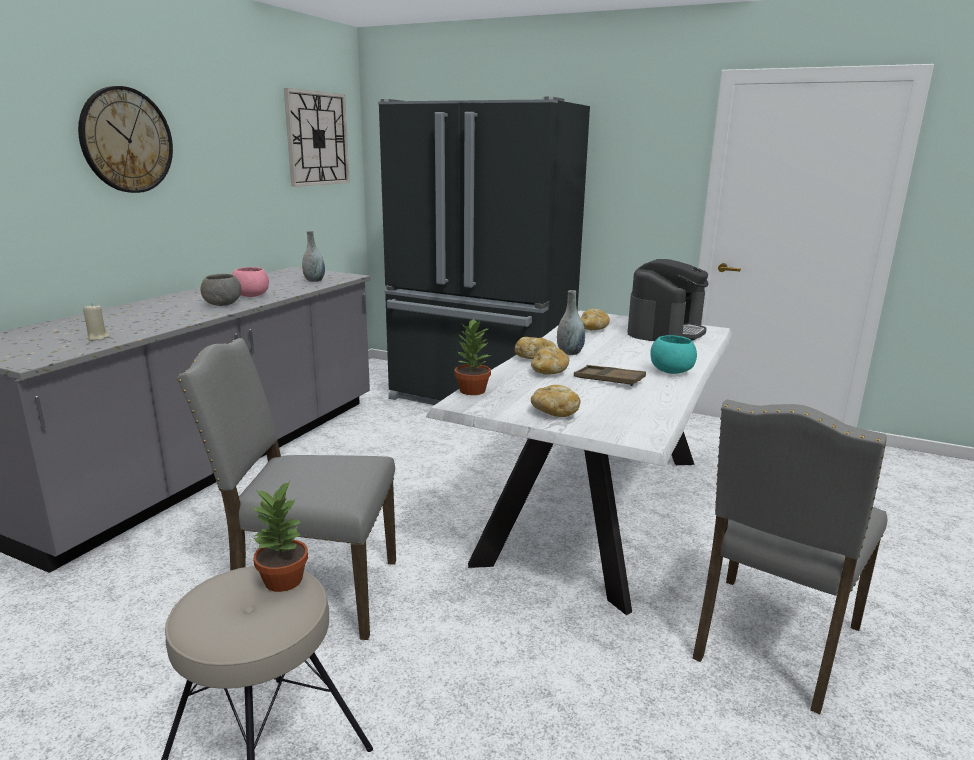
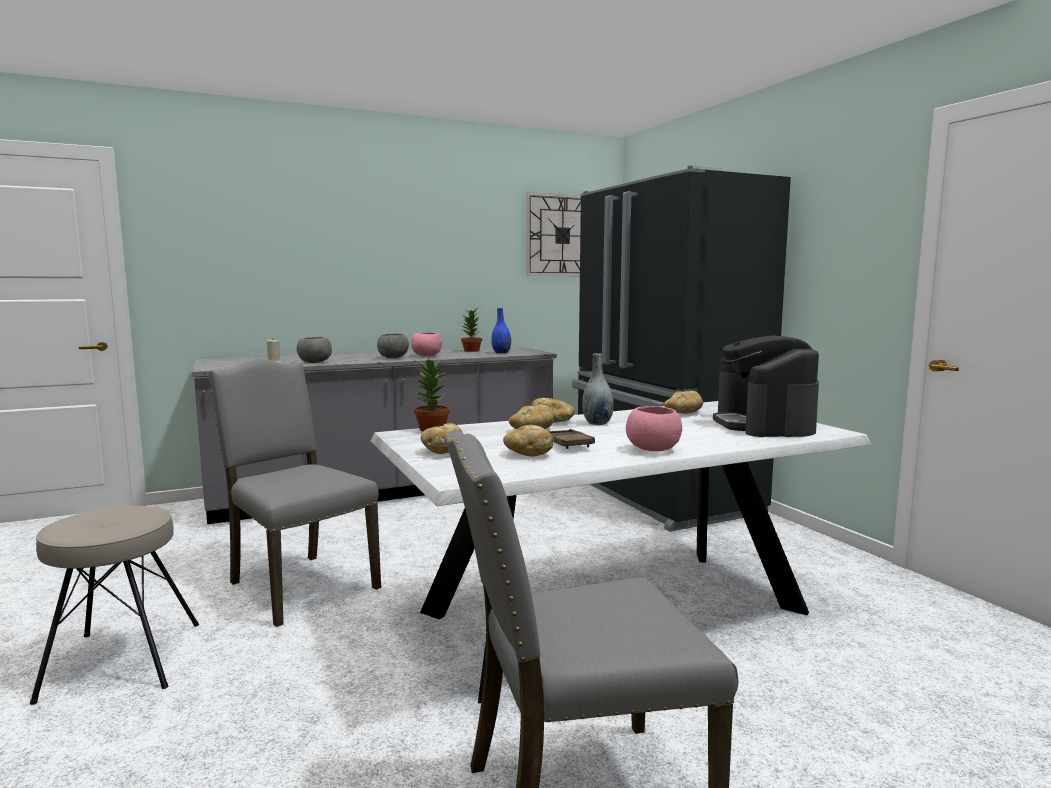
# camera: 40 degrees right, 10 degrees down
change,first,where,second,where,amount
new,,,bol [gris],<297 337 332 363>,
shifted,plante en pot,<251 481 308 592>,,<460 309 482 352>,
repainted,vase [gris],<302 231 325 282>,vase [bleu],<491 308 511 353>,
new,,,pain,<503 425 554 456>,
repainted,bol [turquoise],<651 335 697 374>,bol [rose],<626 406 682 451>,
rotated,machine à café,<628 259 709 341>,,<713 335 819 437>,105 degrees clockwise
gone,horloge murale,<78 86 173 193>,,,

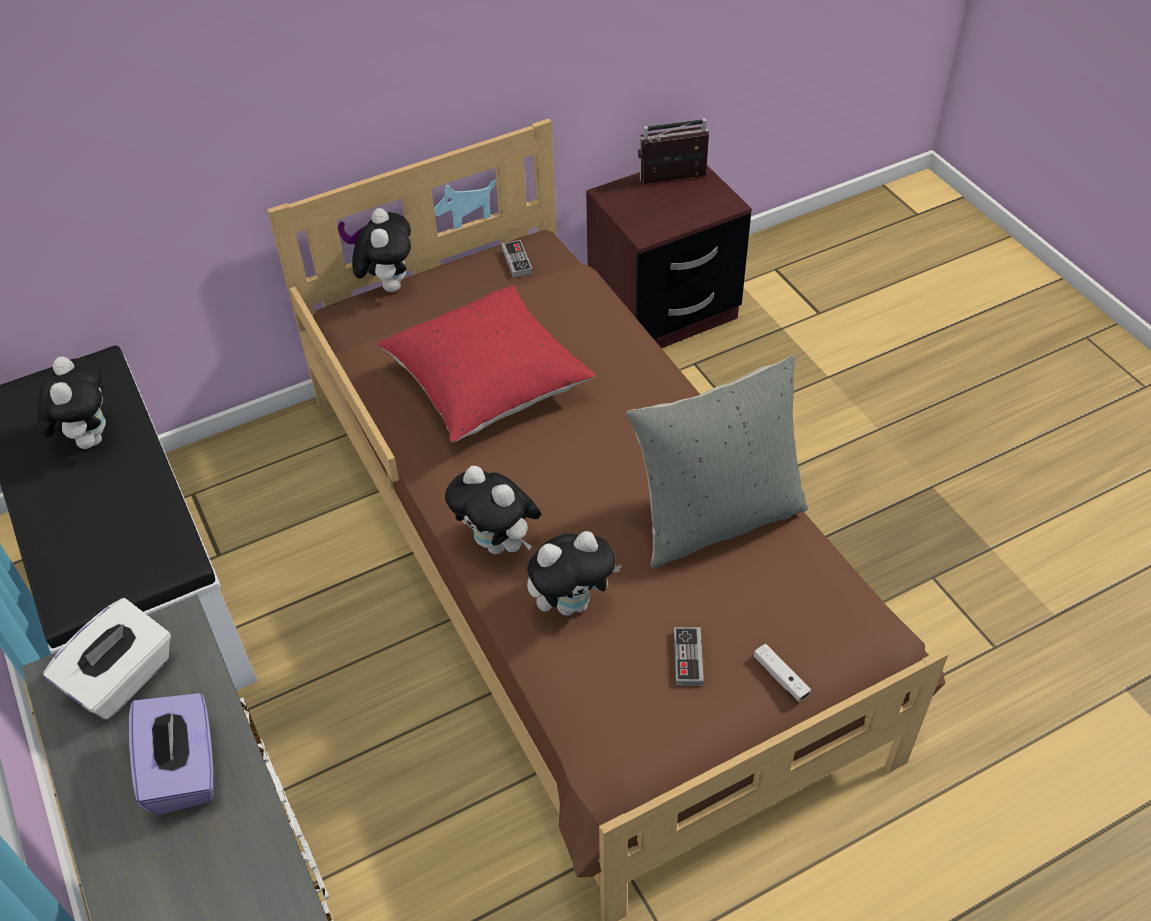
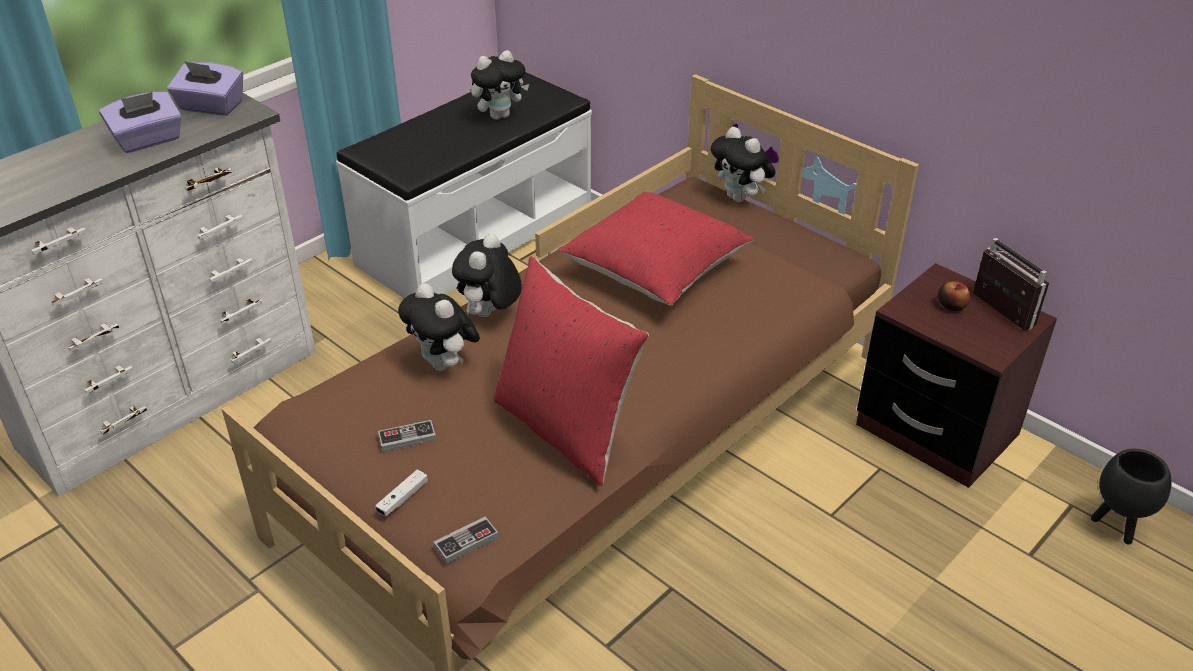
# camera: 70 degrees right, 10 degrees down
change,first,where,second,where,amount
repainted,boîte à mouchoirs [blanc],<43 598 171 719>,boîte à mouchoirs [violet],<167 61 243 116>,
shifted,manette,<501 240 533 278>,,<433 516 499 564>,
repainted,coussin [gris],<626 355 808 568>,coussin [rouge],<493 256 649 486>,
rotated,peluche,<352 208 411 292>,,<711 127 775 202>,75 degrees clockwise
new,,,pomme,<938 281 970 311>,
new,,,cache-pot [noir],<1091 449 1171 545>,

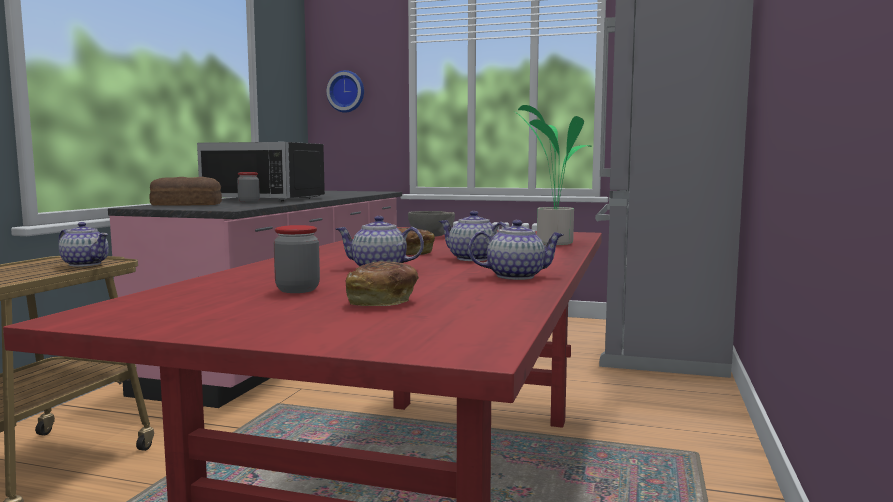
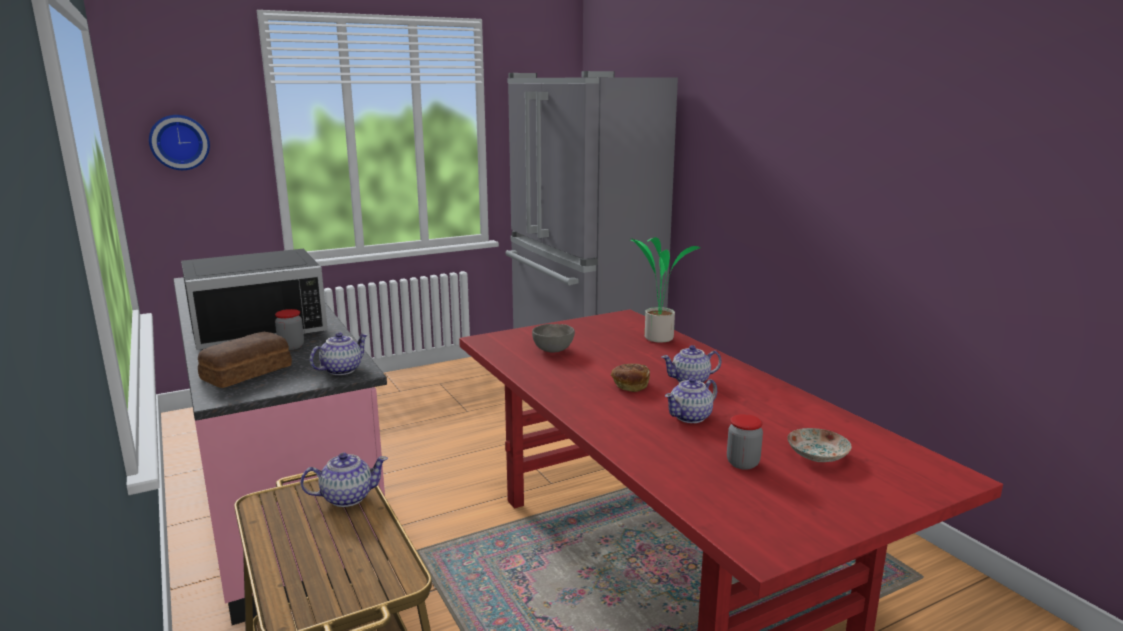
# camera: 45 degrees left, 10 degrees up
change,first,where,second,where,amount
shifted,théière,<468 220 564 280>,,<310 332 368 375>,
swapped,pain,<346 261 419 306>,assiette,<787 428 852 462>,

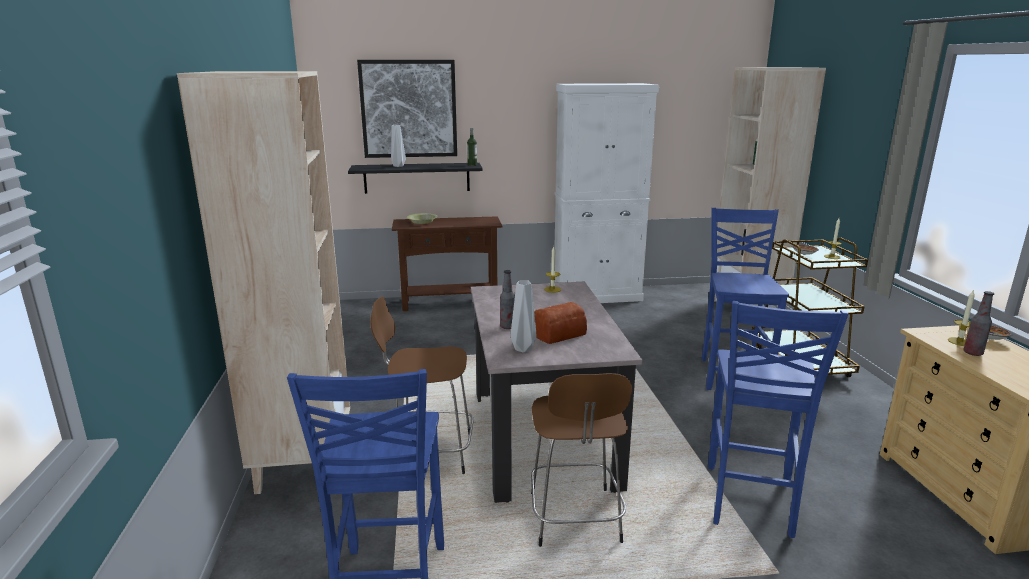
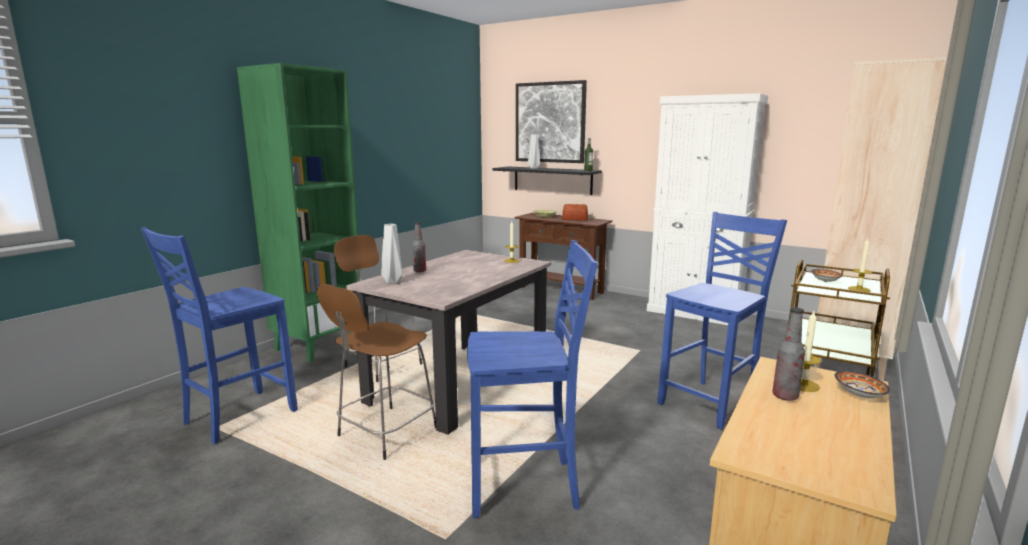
# camera: 40 degrees right, 5 degrees down
change,first,where,second,where,amount
repainted,bibliothèque [beige],<177 71 350 494>,bibliothèque [vert],<237 63 360 362>,
rotated,chaise [bleu],<708 301 849 538>,,<467 240 598 518>,150 degrees counterclockwise
shifted,pain,<534 302 587 344>,,<562 204 588 221>,

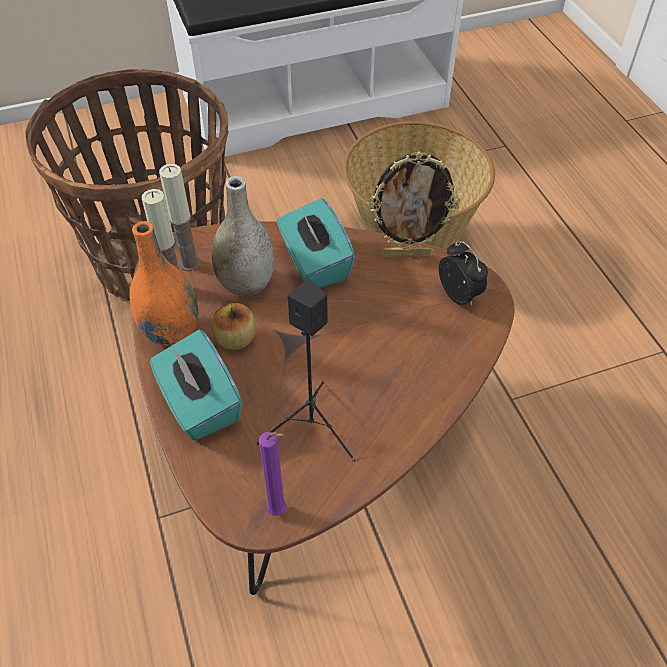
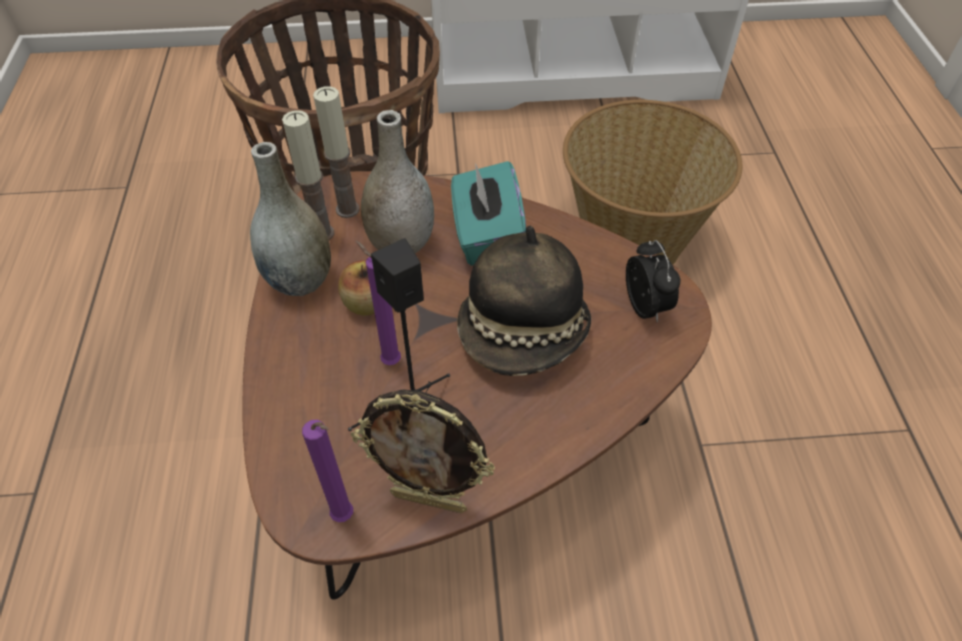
# camera: 15 degrees right, 0 degrees up
change,first,where,second,where,amount
repainted,vase [orange],<129 221 199 346>,vase [gris],<250 142 331 296>,
shifted,cadre photo,<368 151 460 257>,,<350 390 495 513>,
new,,,bougie [violet],<356 241 401 365>,
new,,,chapeau,<457 225 591 376>,
gone,boîte à mouchoirs [turquoise],<150 330 242 440>,,,

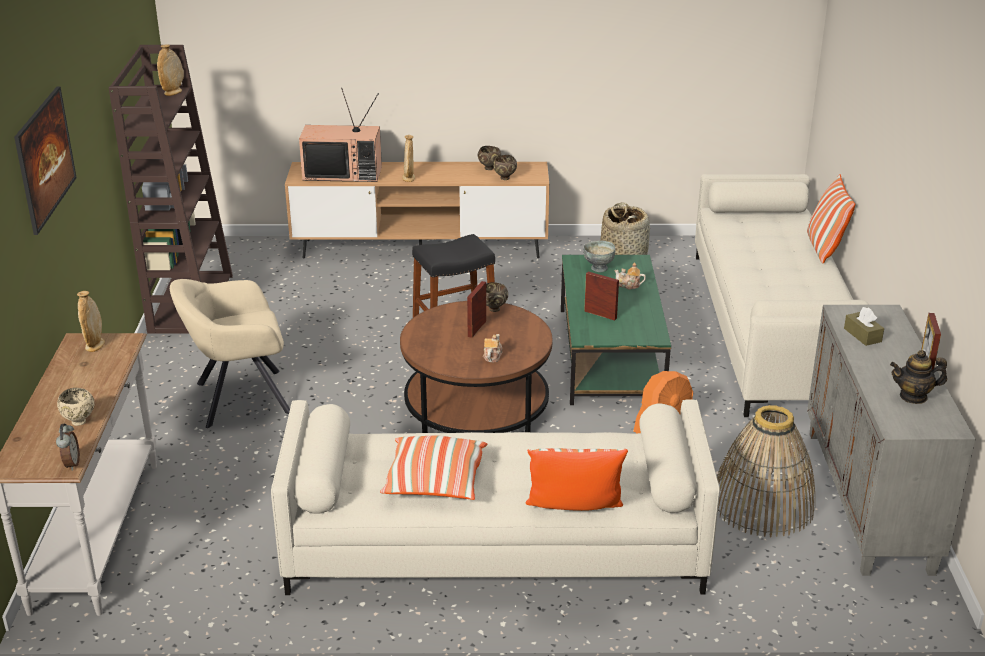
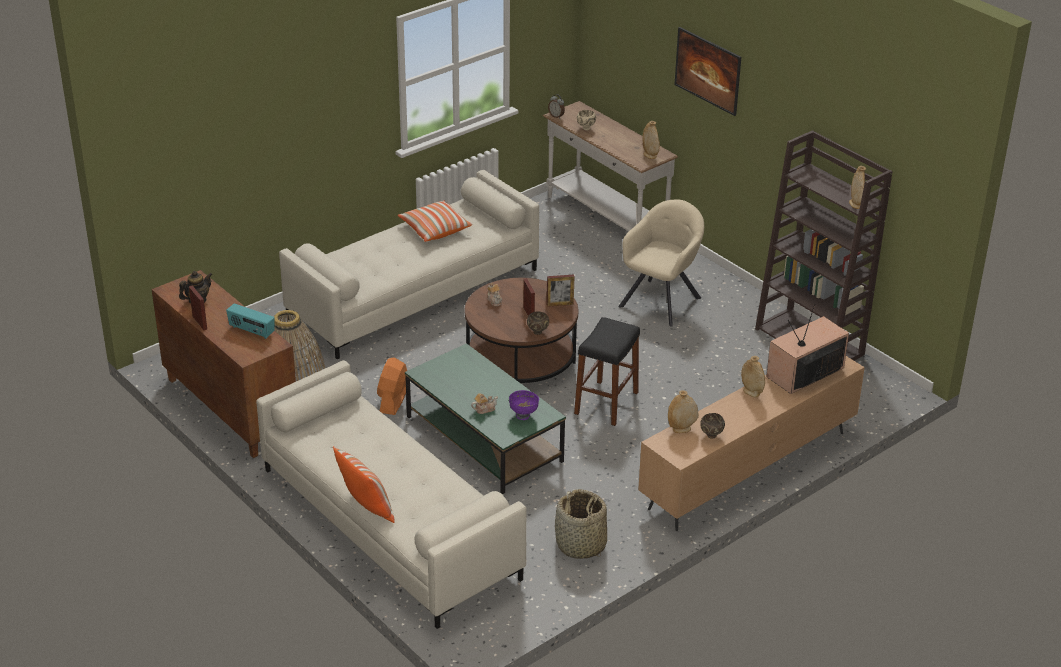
# camera: 140 degrees right, 5 degrees up
change,first,where,second,where,amount
repainted,meuble de rangement [gris],<807 305 975 576>,meuble de rangement [marron],<152 270 296 458>,
swapped,boîte à mouchoirs [marron],<844 307 884 346>,radio,<226 303 275 339>,
repainted,bol [gris],<583 240 615 272>,bol [violet],<509 390 539 420>,
shifted,cadre photo,<584 272 619 320>,,<547 274 575 307>,
swapped,bol [marron],<493 155 517 180>,vase [beige],<668 390 699 433>,
gone,coussin,<526 448 628 511>,,,

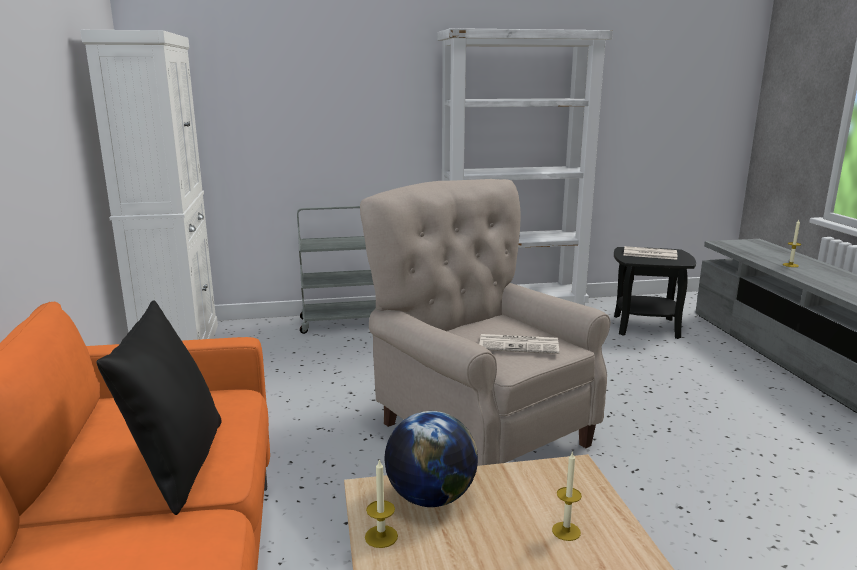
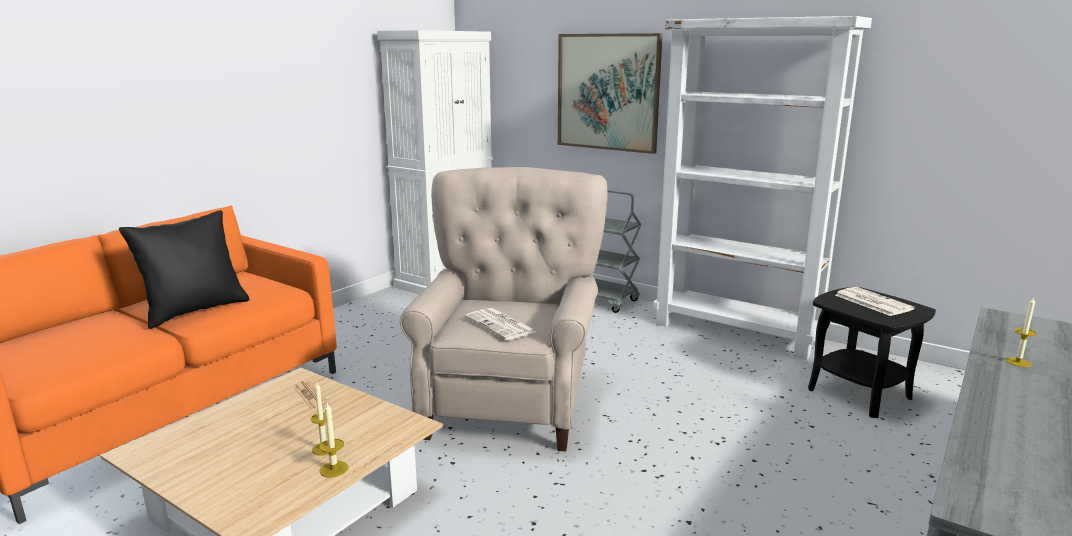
# camera: 45 degrees right, 0 degrees up
change,first,where,second,where,amount
swapped,globe,<384 411 478 507>,journal,<294 380 330 410>,
shifted,bougie,<365 459 398 548>,,<319 403 348 478>,
new,,,tableau,<558 33 663 154>,

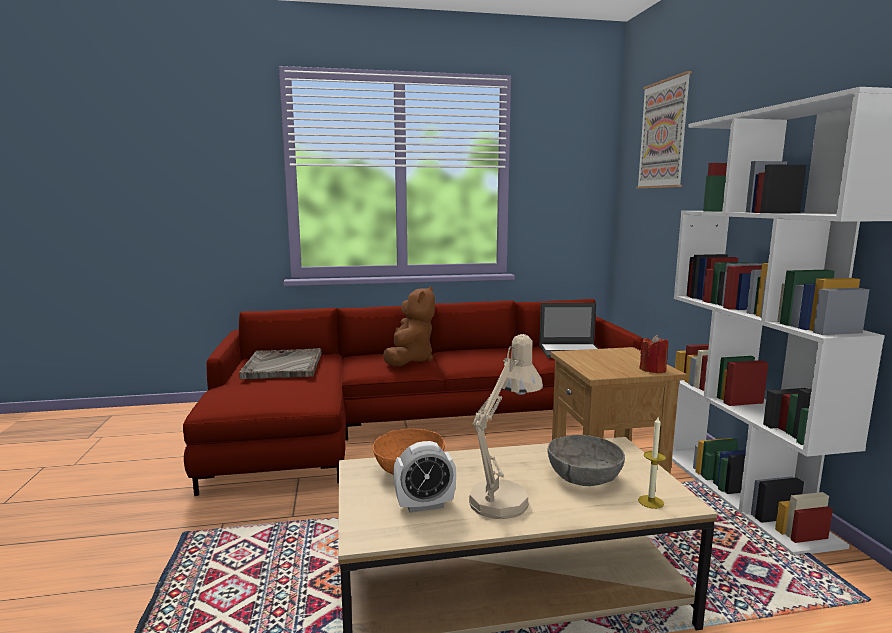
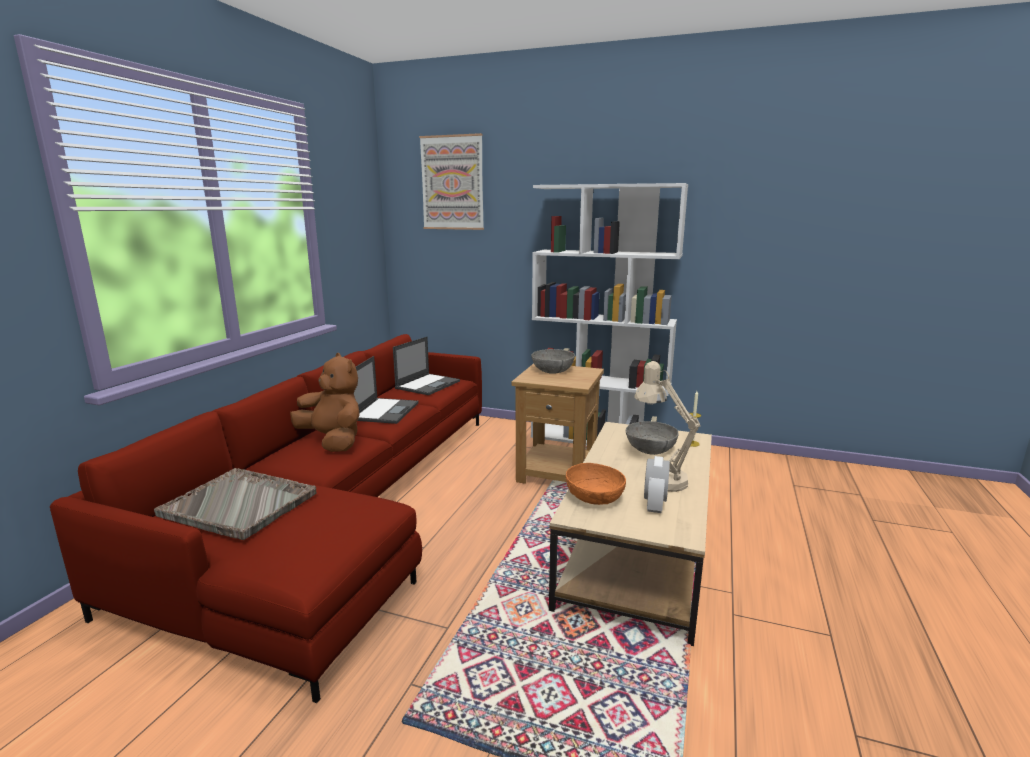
# camera: 60 degrees left, 5 degrees up
change,first,where,second,where,amount
new,,,ordinateur portable,<354 356 418 424>,
new,,,bol [gris],<531 349 575 374>,
gone,bougie [rouge],<639 335 669 373>,,,

